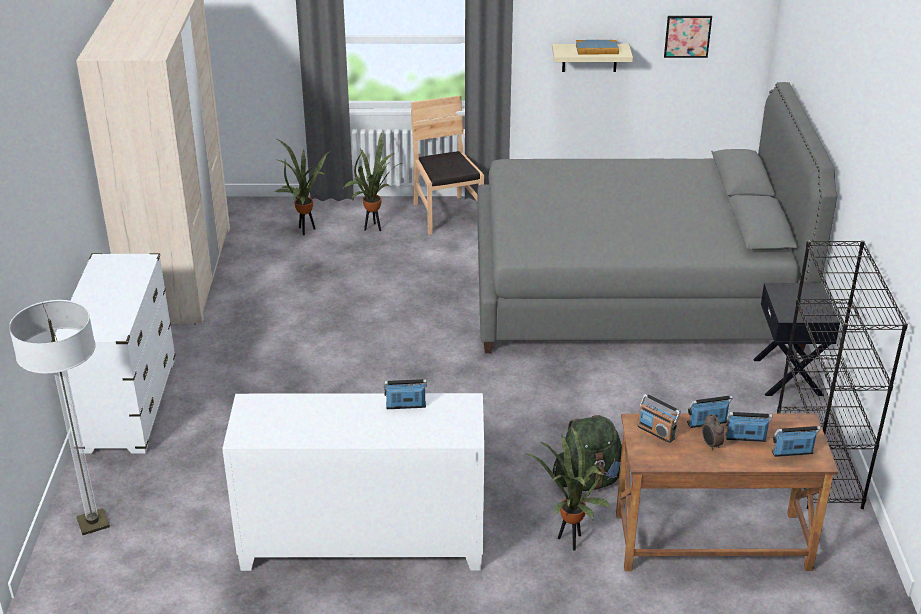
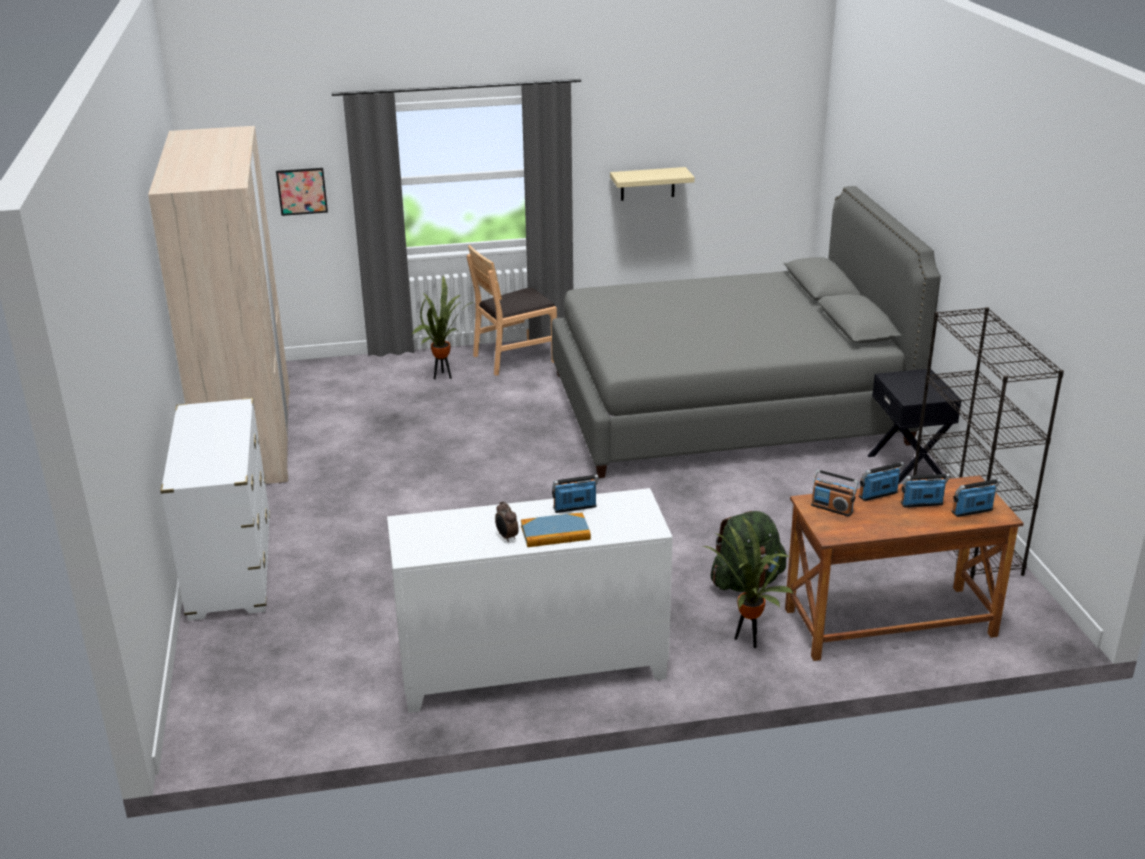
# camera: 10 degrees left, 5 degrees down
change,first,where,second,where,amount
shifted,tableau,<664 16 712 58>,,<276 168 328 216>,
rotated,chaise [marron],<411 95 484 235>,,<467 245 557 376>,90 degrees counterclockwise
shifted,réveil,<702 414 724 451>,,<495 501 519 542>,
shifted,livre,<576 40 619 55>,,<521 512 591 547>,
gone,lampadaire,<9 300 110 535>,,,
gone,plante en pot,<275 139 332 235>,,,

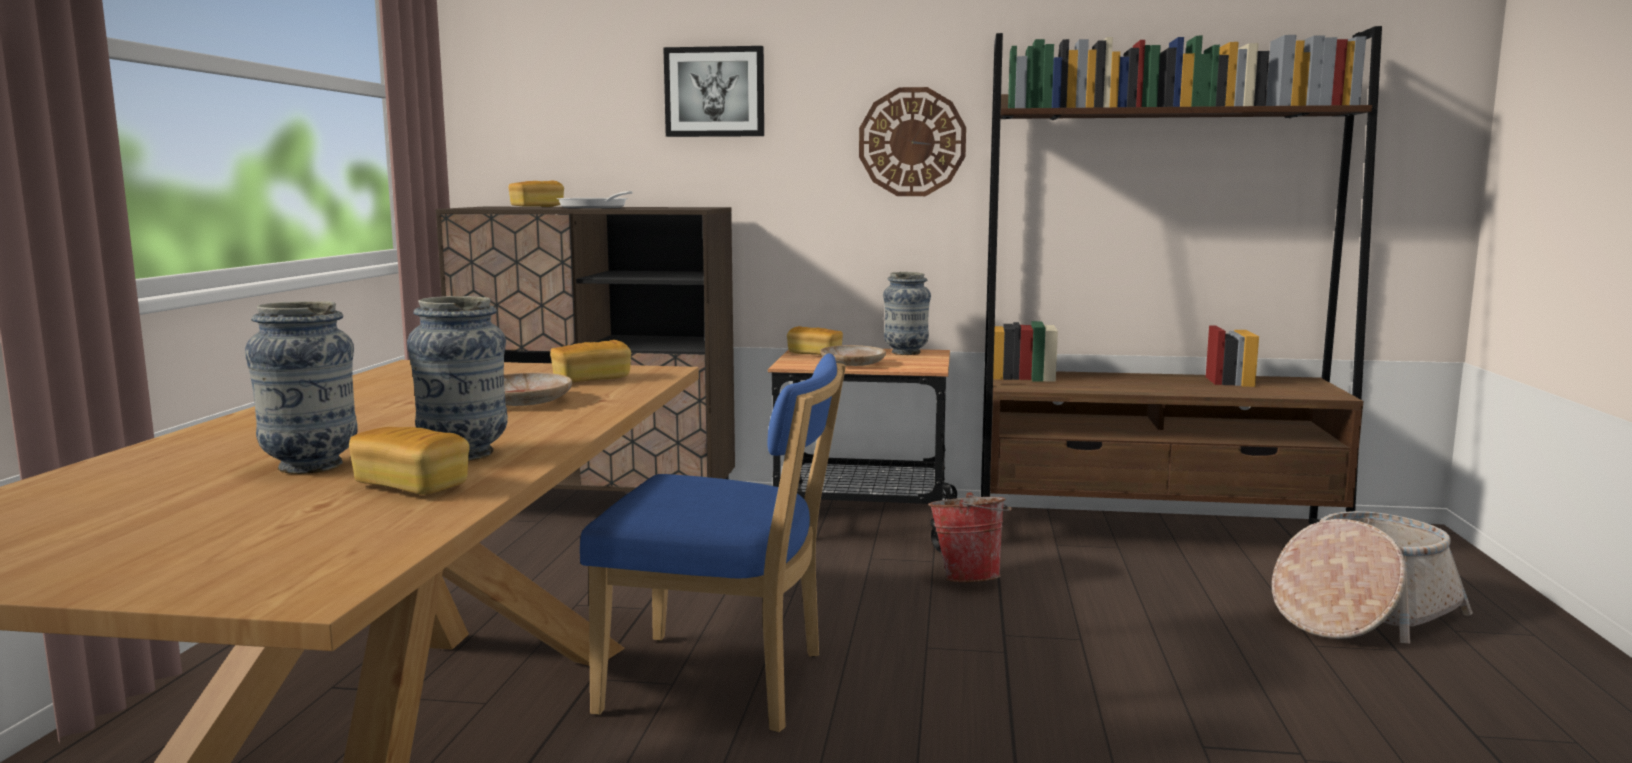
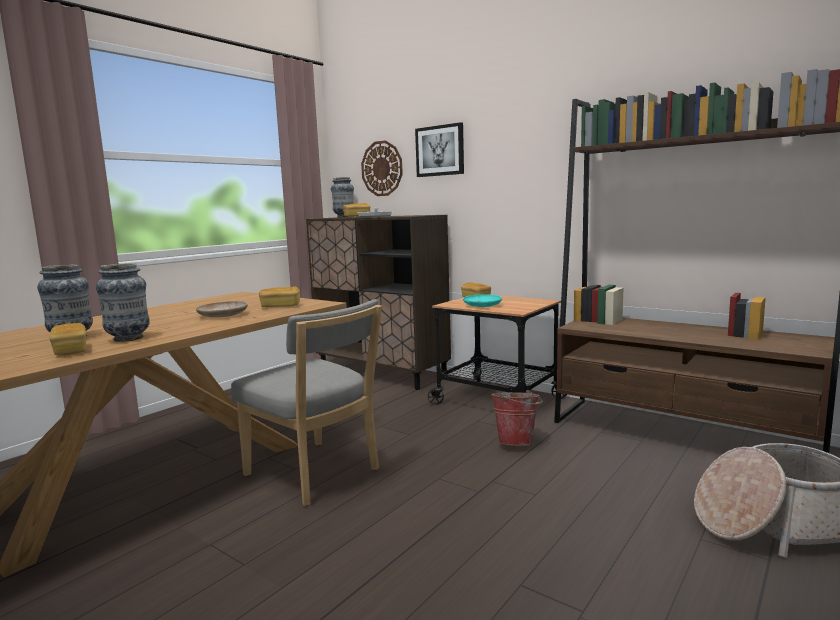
# camera: 30 degrees right, 0 degrees up
change,first,where,second,where,amount
repainted,chaise [bleu],<580 353 846 732>,chaise [gris],<231 299 382 506>,
shifted,vase,<883 272 931 355>,,<331 177 354 217>,
shifted,horloge murale,<859 87 966 196>,,<361 140 403 196>,
repainted,assiette [beige],<820 345 886 366>,assiette [turquoise],<463 294 502 307>,

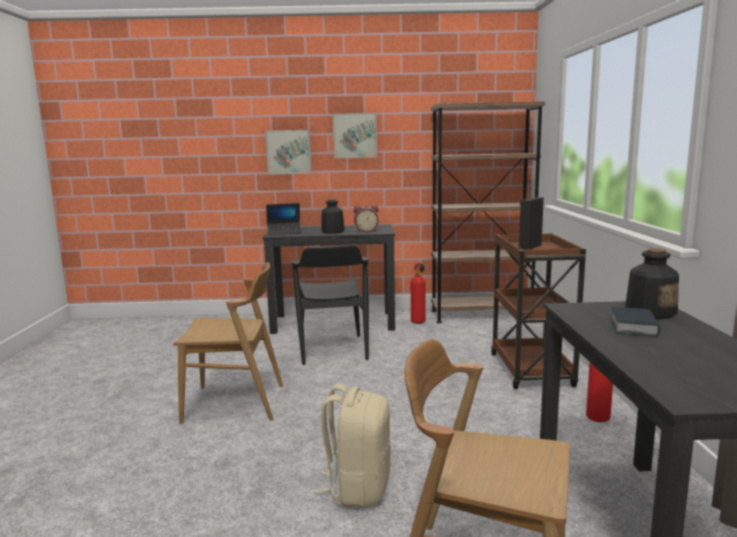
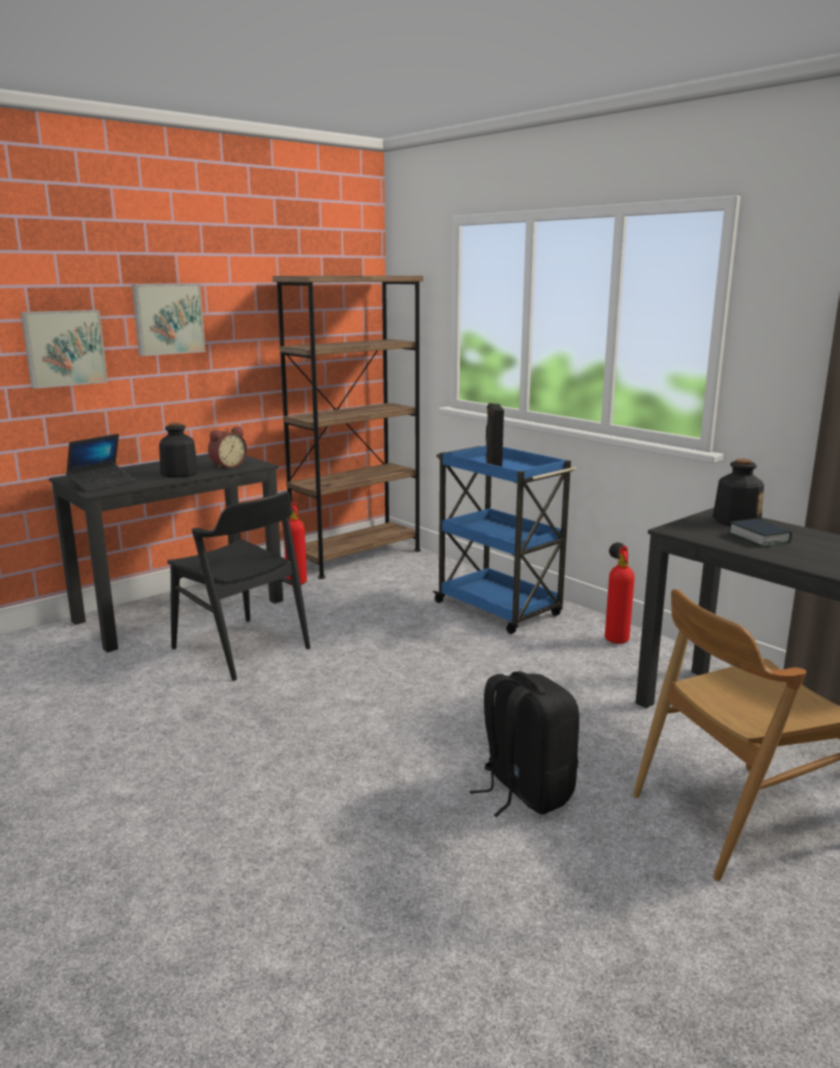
# camera: 40 degrees left, 5 degrees up
change,first,where,second,where,amount
repainted,chariot [marron],<491 233 586 389>,chariot [bleu],<432 446 576 634>,
repainted,sac à dos [beige],<313 384 390 508>,sac à dos [noir],<470 671 579 817>,
gone,chaise [marron],<173 262 283 424>,,,

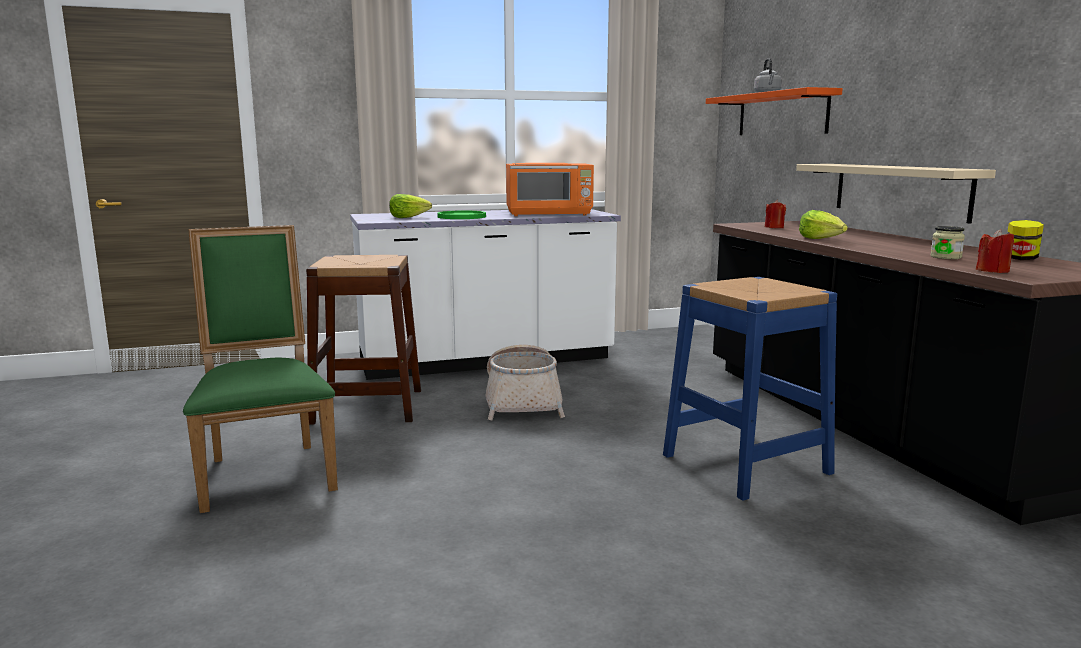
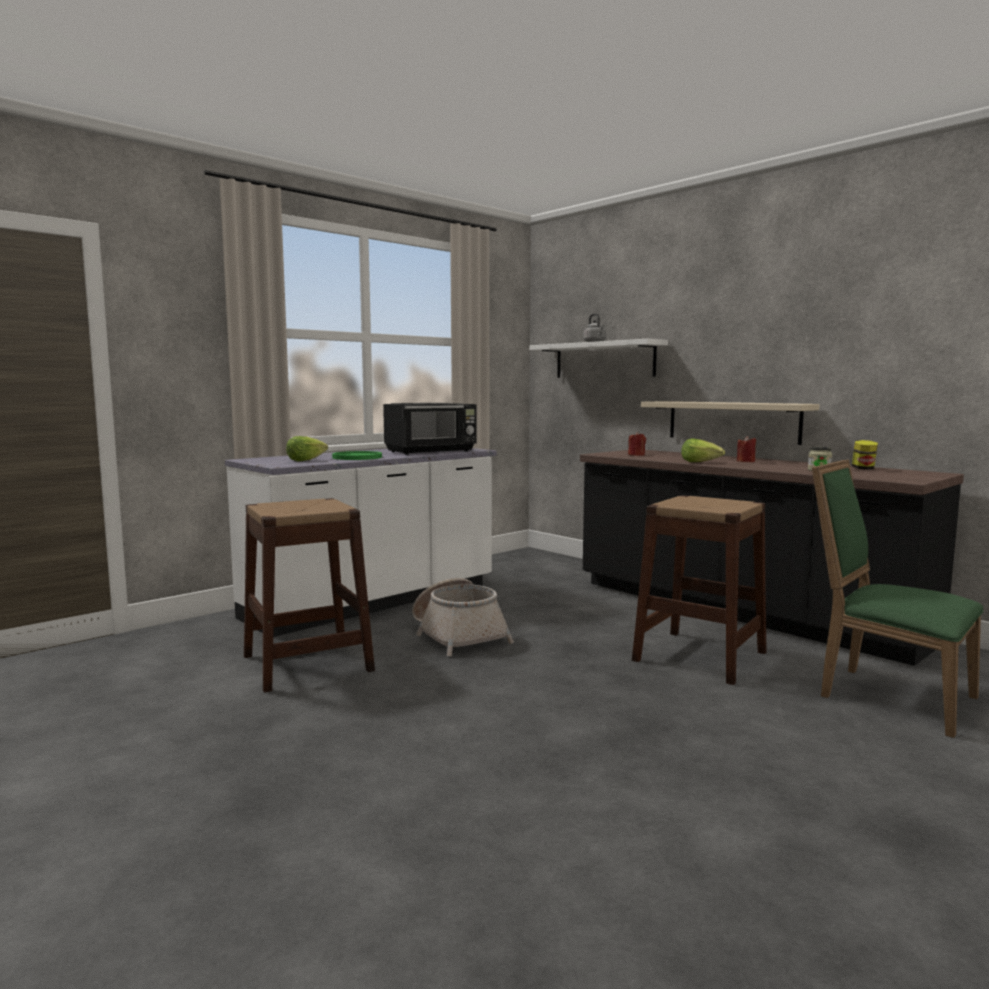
# camera: 25 degrees left, 5 degrees down
change,first,where,second,where,amount
repainted,micro-ondes [orange],<506 163 594 216>,micro-ondes [noir],<383 403 477 455>,
repainted,étagère [orange],<706 87 843 135>,étagère [blanc],<529 339 668 378>,
repainted,tabouret [bleu],<663 277 837 500>,tabouret [marron],<632 495 767 685>,
shifted,bougie [rouge],<976 229 1014 273>,,<737 436 756 462>,
shifted,chaise [vert],<183 225 338 513>,,<812 459 984 738>,

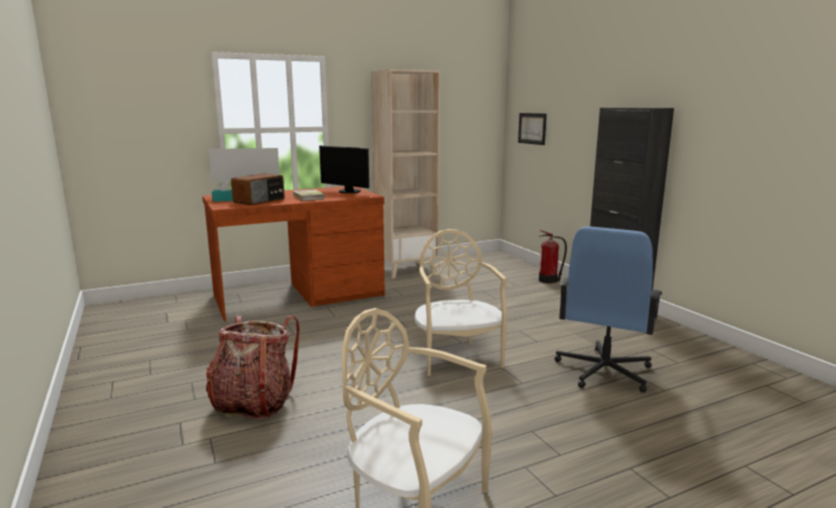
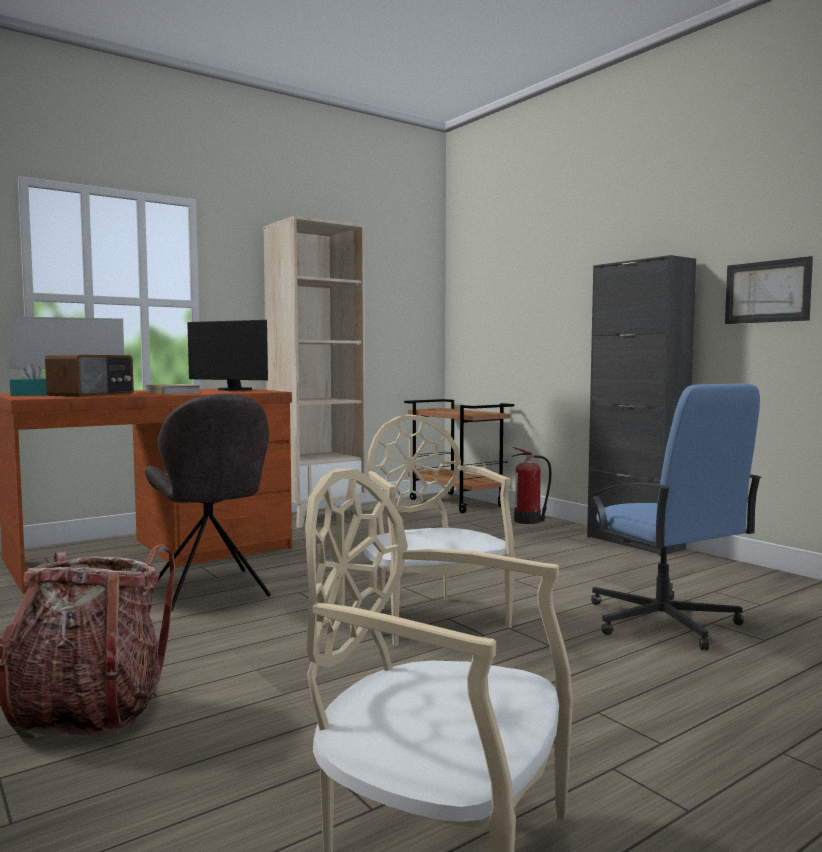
# camera: 10 degrees left, 10 degrees down
change,first,where,second,where,amount
new,,,chaise [gris],<145 394 271 612>,
new,,,chariot [marron],<404 399 514 513>,
rotated,chaise de bureau [bleu],<554 226 662 393>,,<588 384 762 650>,45 degrees counterclockwise
shifted,tableau,<518 113 547 145>,,<725 256 813 324>,

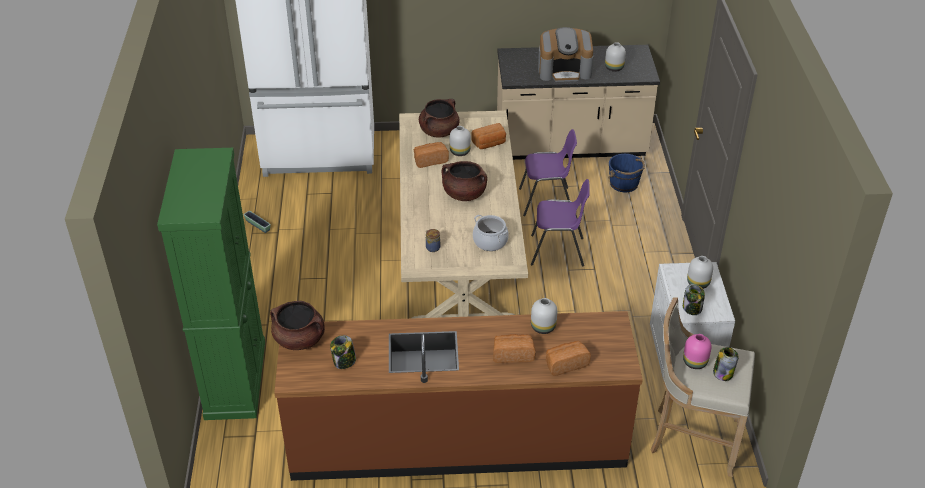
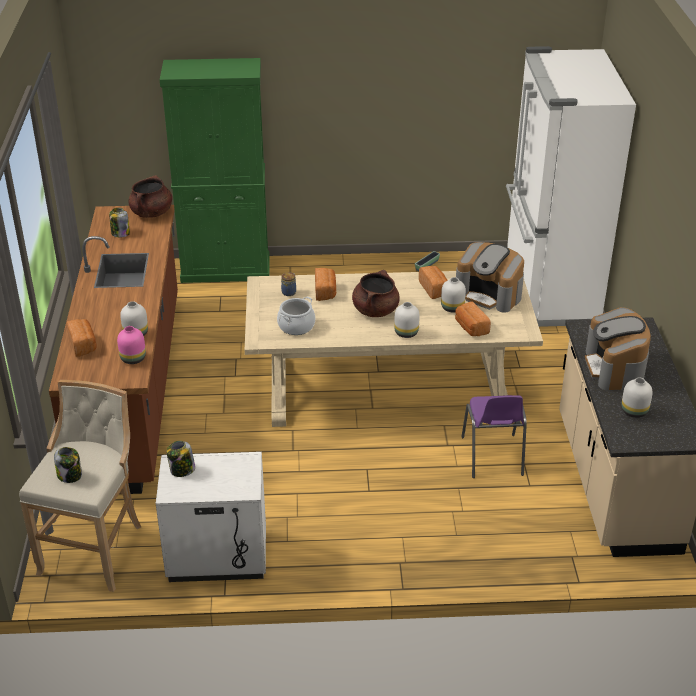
# camera: 90 degrees right, 5 degrees down
change,first,where,second,where,amount
shifted,vase [rose],<683 334 712 369>,,<117 326 146 364>,
shifted,pain,<493 334 536 363>,,<315 268 336 301>,
shifted,vase [blanc],<687 256 713 289>,,<394 302 420 338>,
swapped,marmite [marron],<419 99 460 137>,machine à café,<456 242 524 313>,
gone,chaise [violet],<531 179 590 266>,,,
gone,seau [bleu],<608 154 645 192>,,,

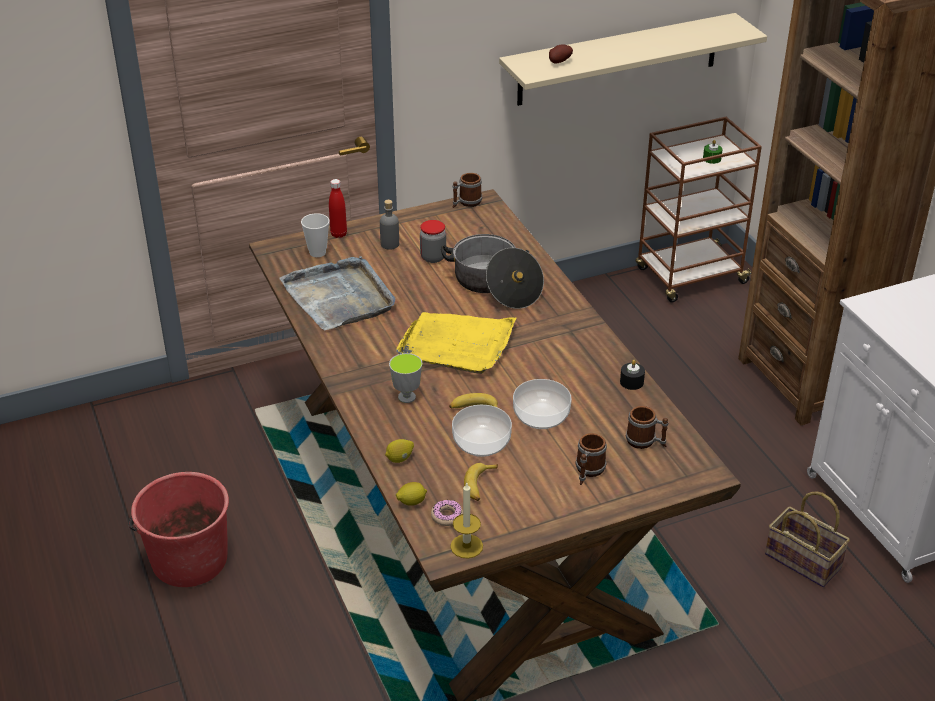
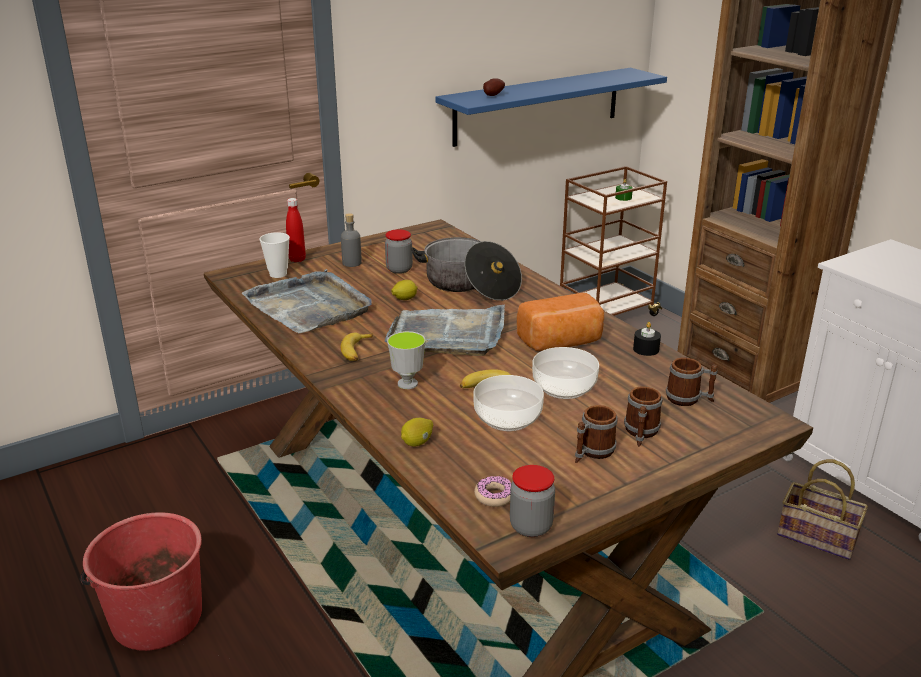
# camera: 10 degrees left, 10 degrees down
change,first,where,second,where,amount
shifted,banane,<464 463 498 501>,,<341 332 373 361>,
repainted,plateau [jaune],<396 312 516 374>,plateau [gris],<385 304 505 356>,
shifted,citron,<396 482 427 506>,,<391 280 418 300>,
repainted,étagère [beige],<499 13 767 106>,étagère [bleu],<435 68 667 147>,
swapped,bougie,<450 483 483 558>,bocal,<510 465 555 537>,
new,,,pain,<517 293 604 351>,
shifted,mug,<453 173 482 208>,,<575 405 617 463>,

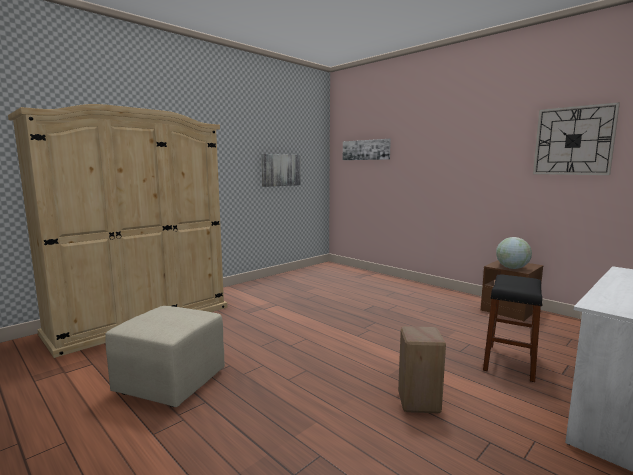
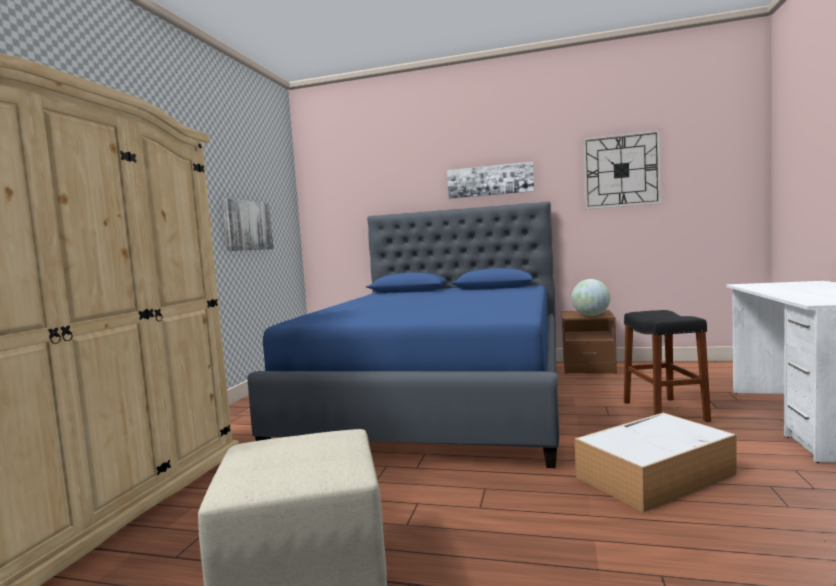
# camera: 30 degrees left, 5 degrees down
change,first,where,second,where,amount
new,,,lit [bleu],<247 201 559 468>,
shifted,tableau,<343 139 391 160>,,<447 162 534 199>,
swapped,tabouret [beige],<398 326 446 413>,boîte de rangement,<575 413 737 512>,

